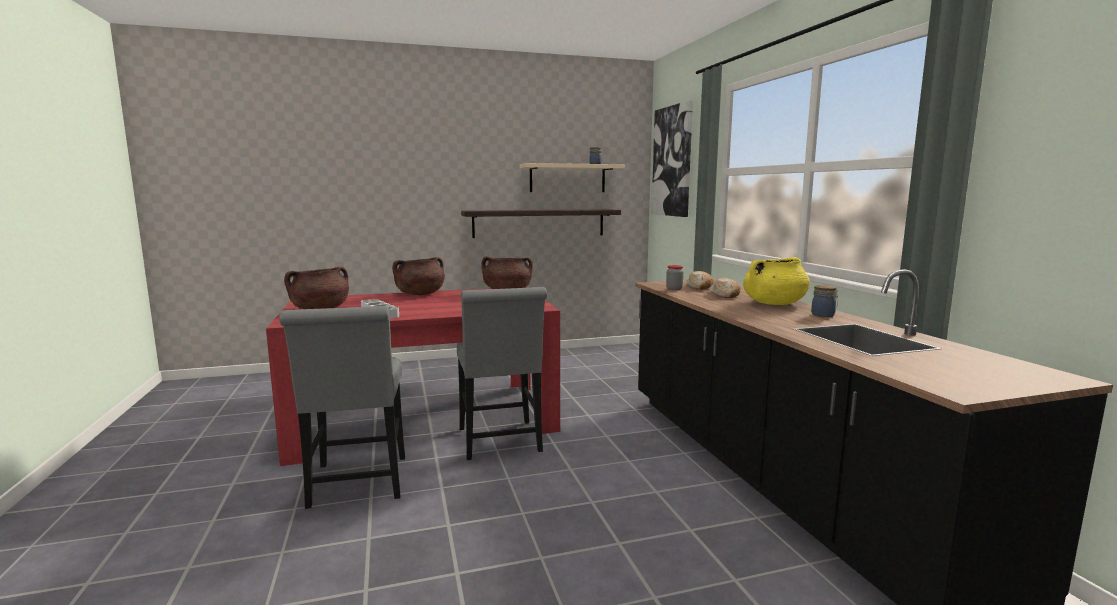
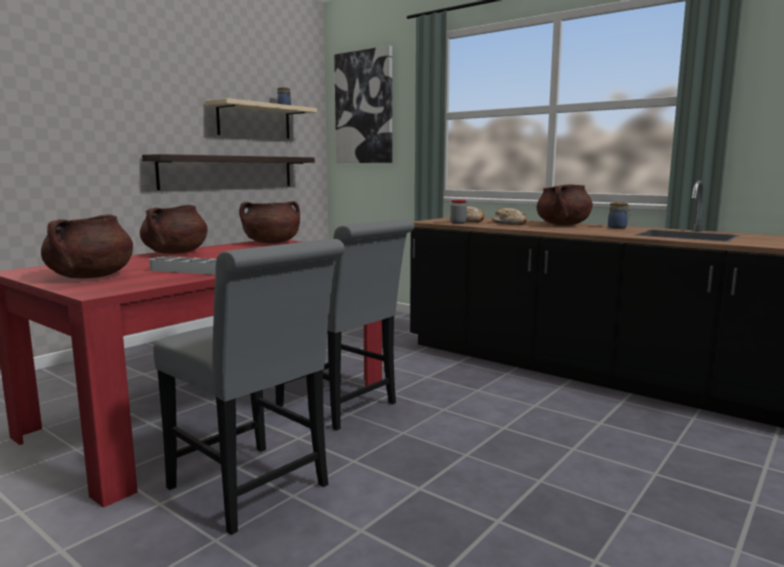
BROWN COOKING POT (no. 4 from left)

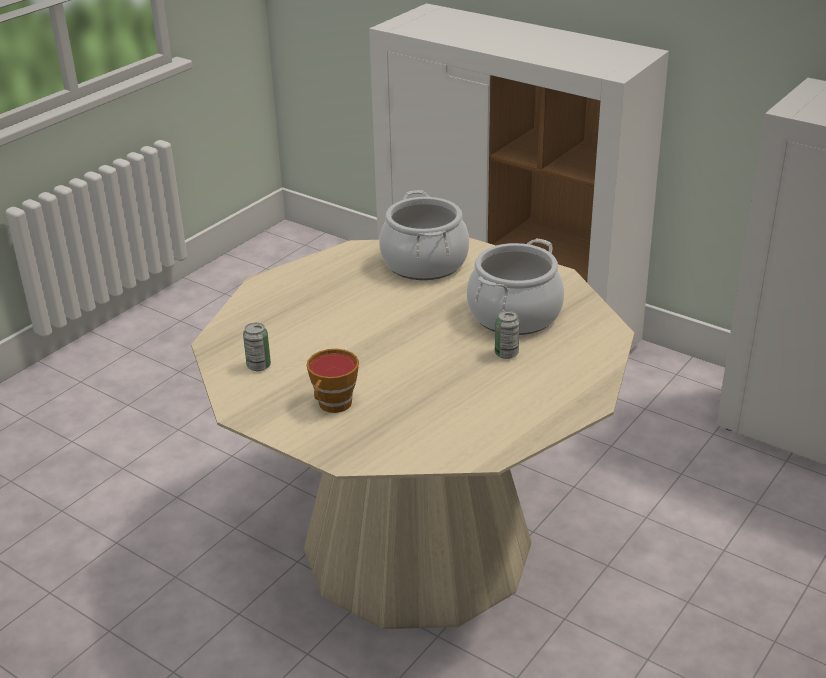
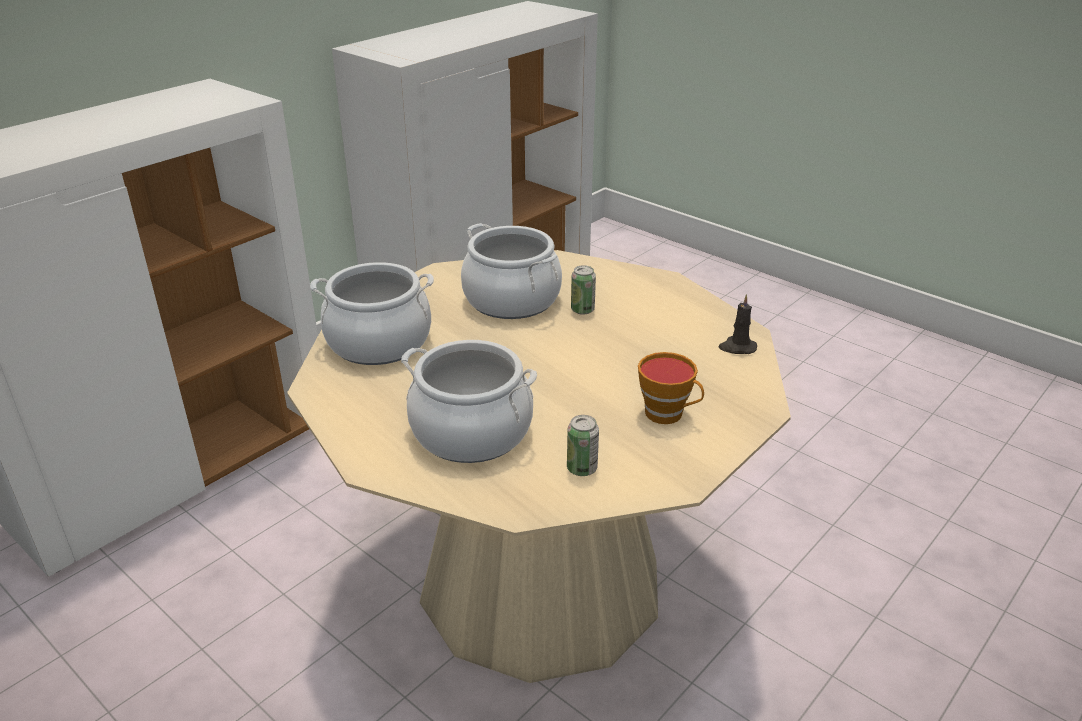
BLACK CANDLE
COOKING POT (no. 2 from left)

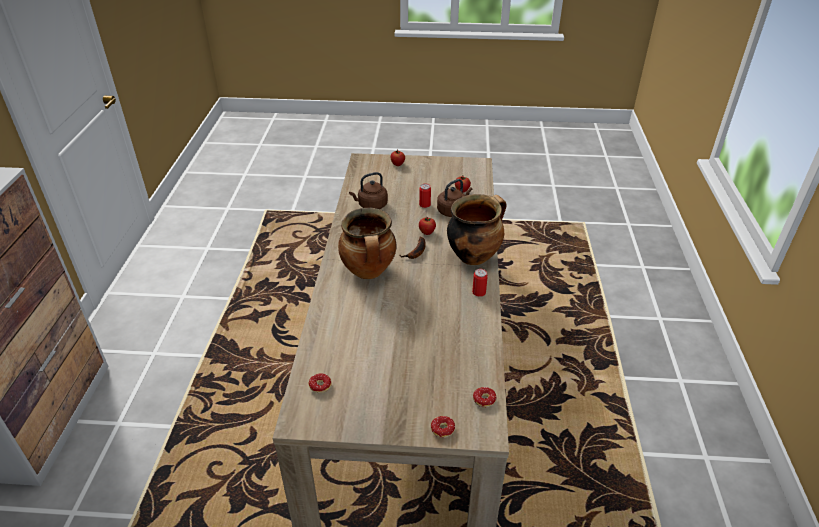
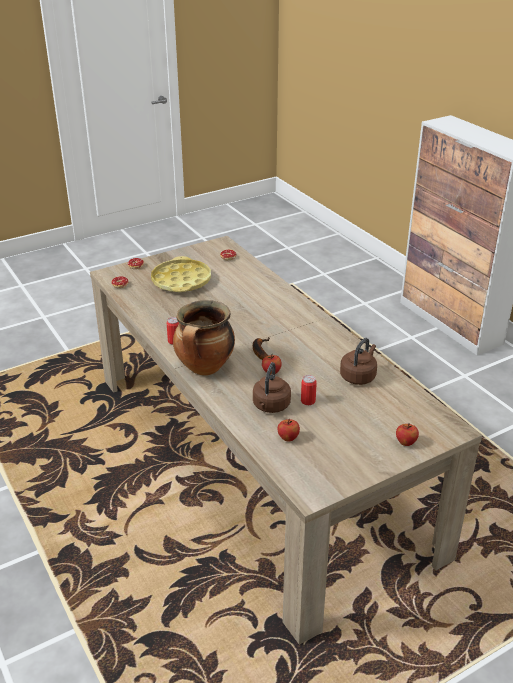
COOKING POT (no. 1 from left in the first image)
YELLOW TRAY

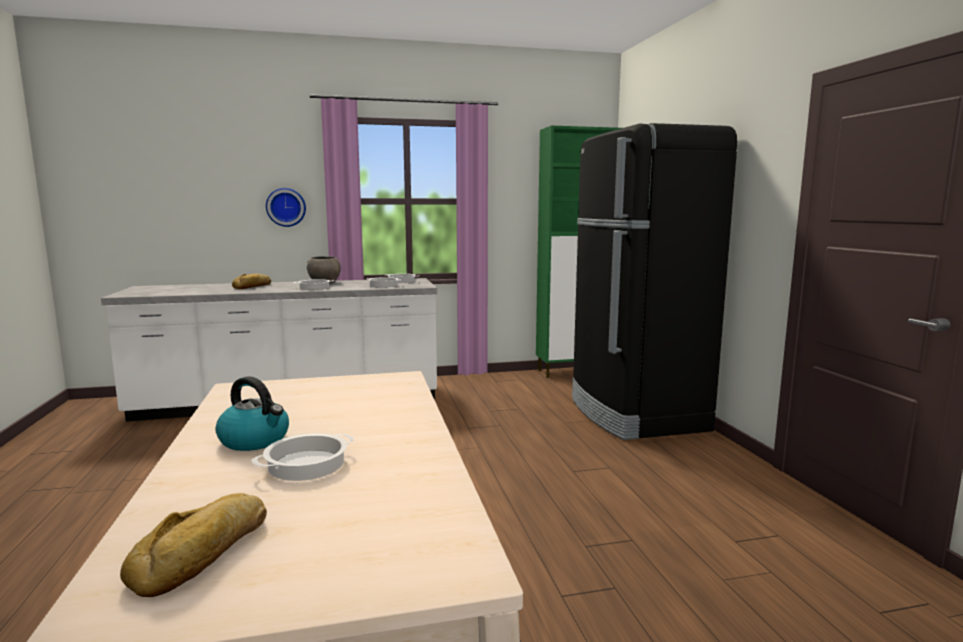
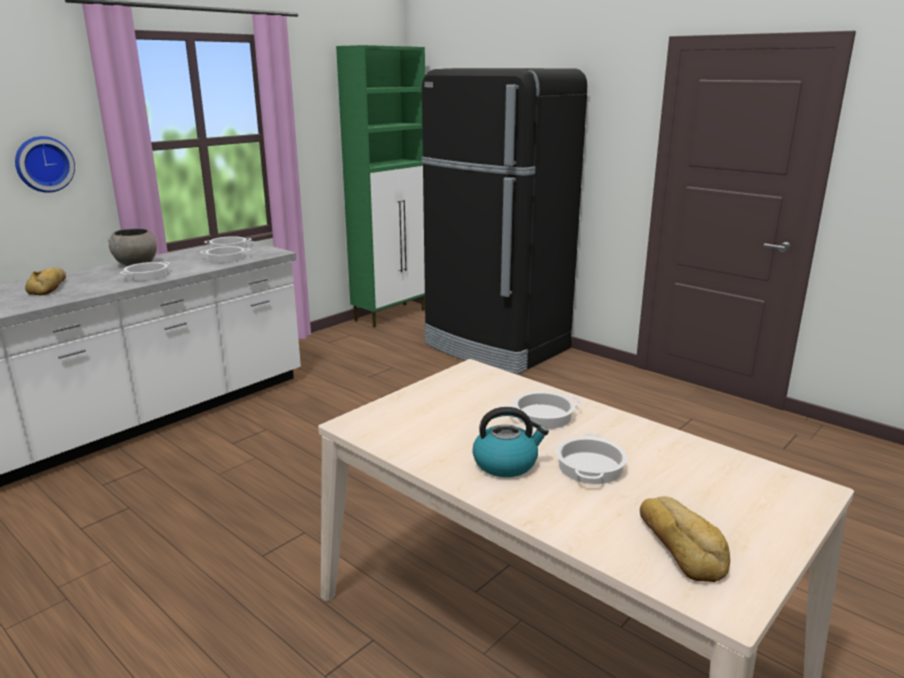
COOKING POT (no. 4 from left)

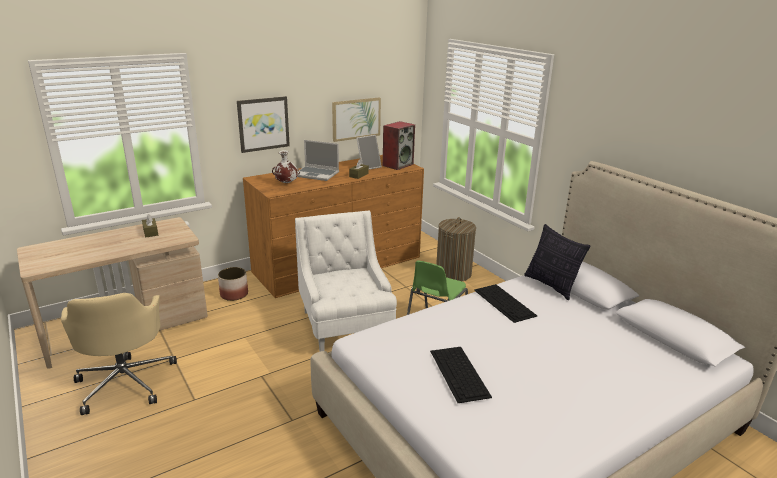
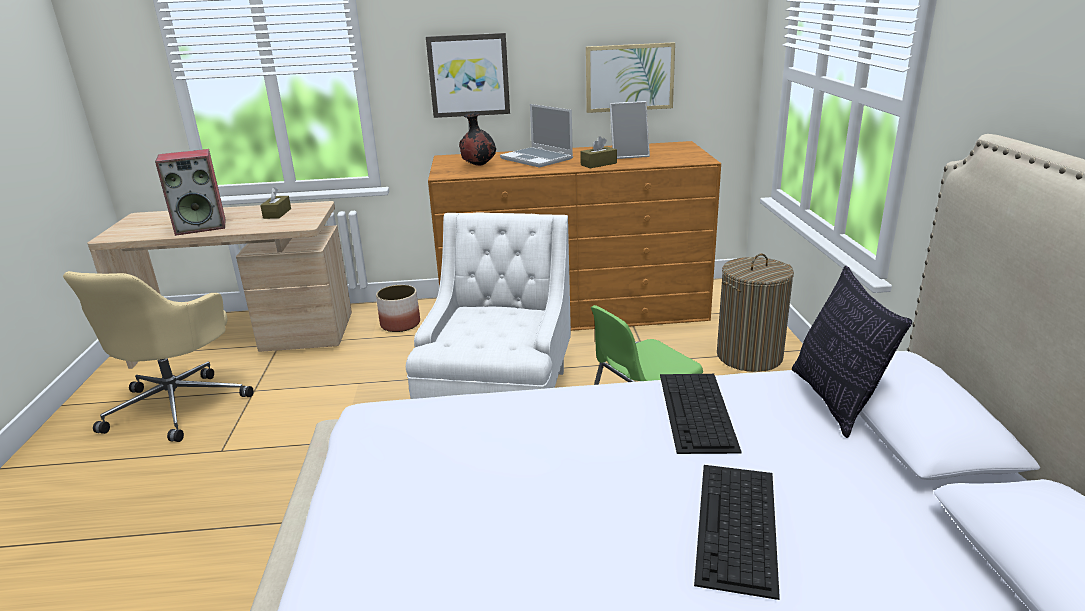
SPEAKER
BLACK VASE
KEYBOARD (no. 2 from left)

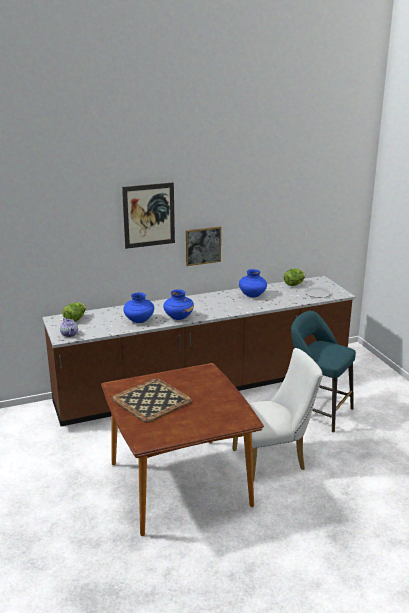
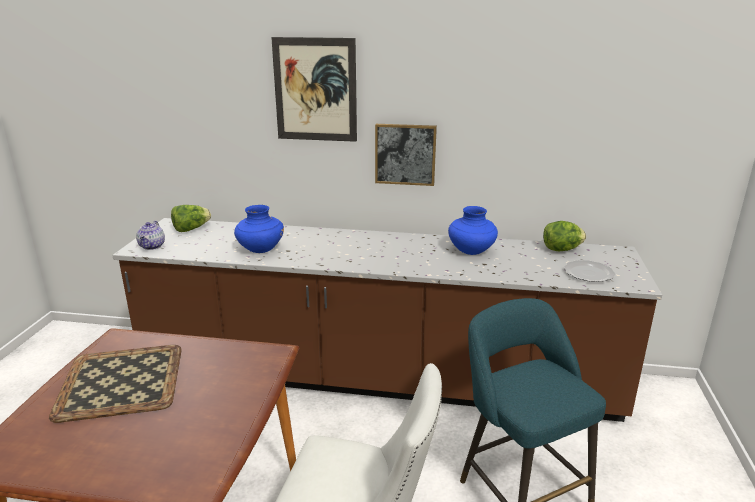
BLUE VASE (no. 2 from left in the first image)

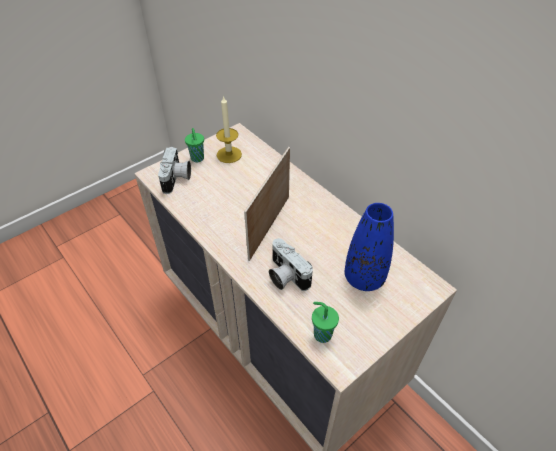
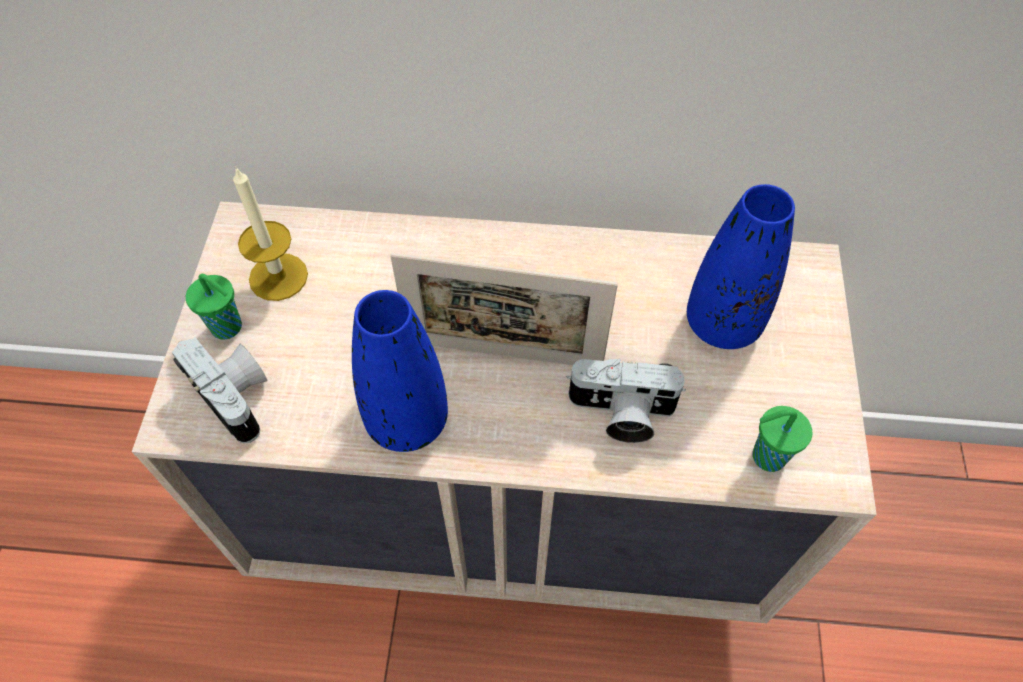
PICTURE FRAME
BLUE VASE (no. 1 from left)

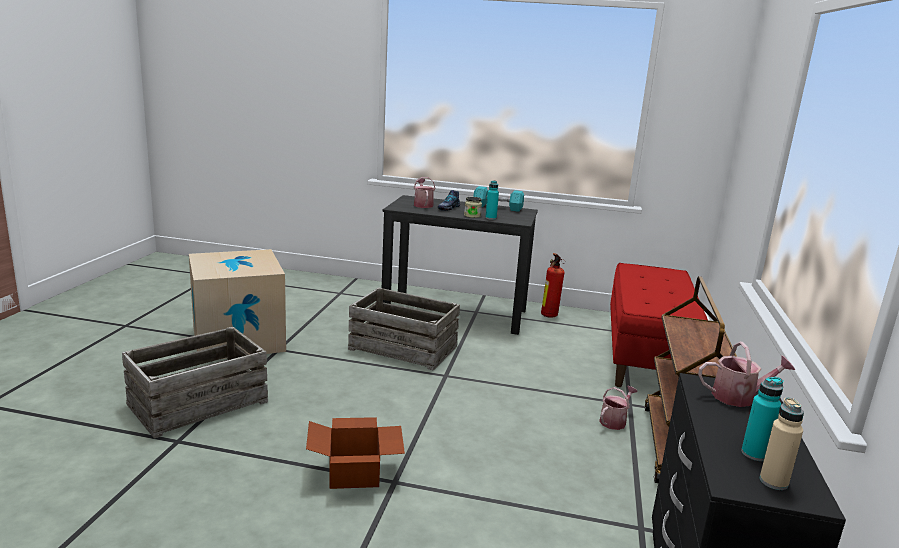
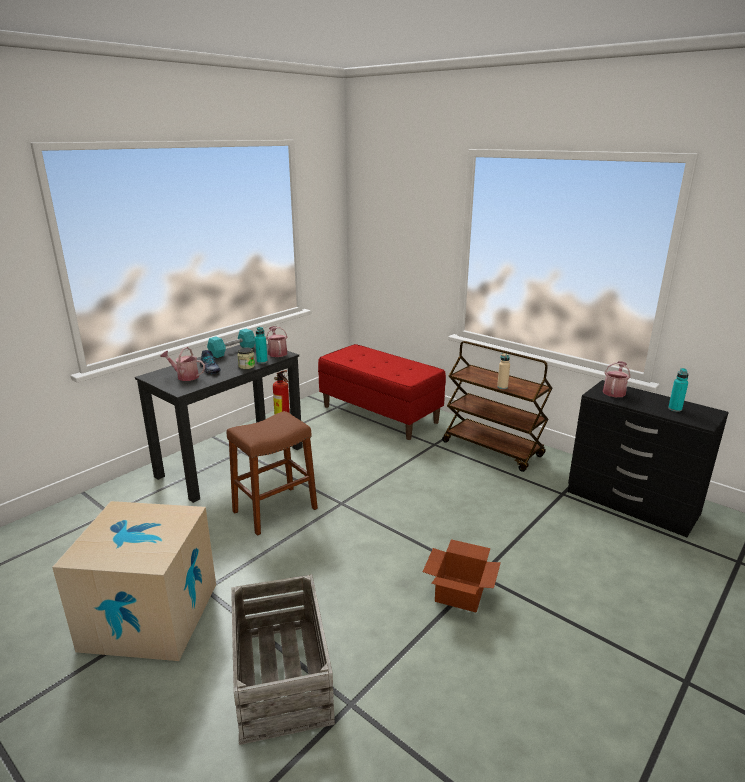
BROWN STOOL
WATERING CAN (no. 2 from left)
BEIGE BOTTLE

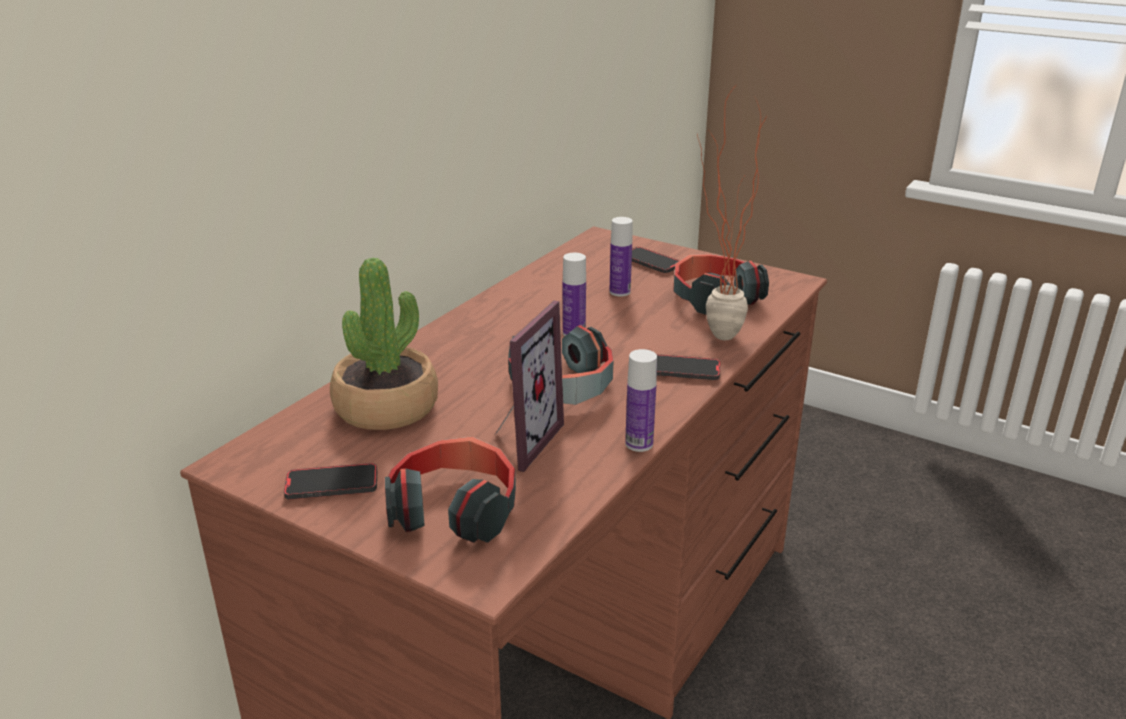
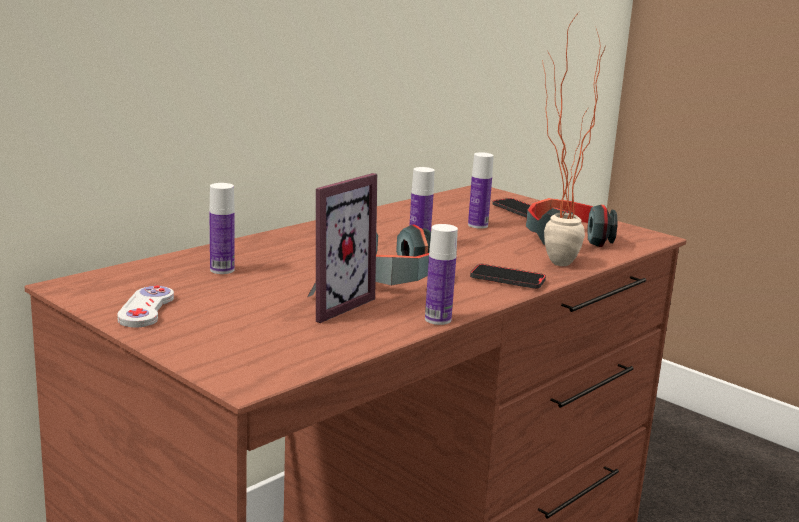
BOTTLE (no. 1 from left)
HEADPHONES (no. 1 from left in the first image)
WHITE GAME CONTROLLER

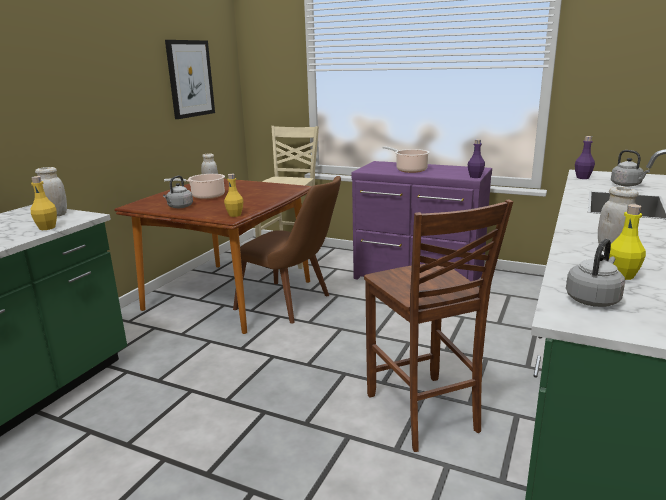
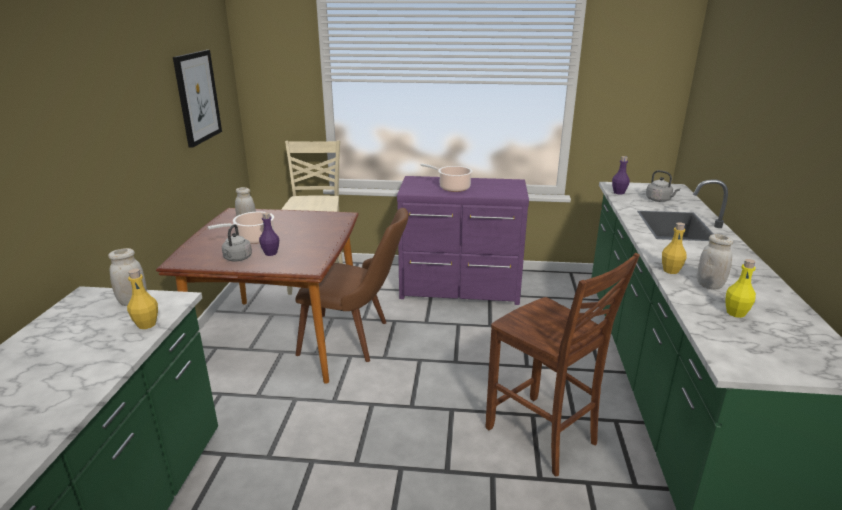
PURPLE BOTTLE (no. 1 from left)
YELLOW BOTTLE (no. 2 from left)
GREY KETTLE (no. 2 from left in the first image)

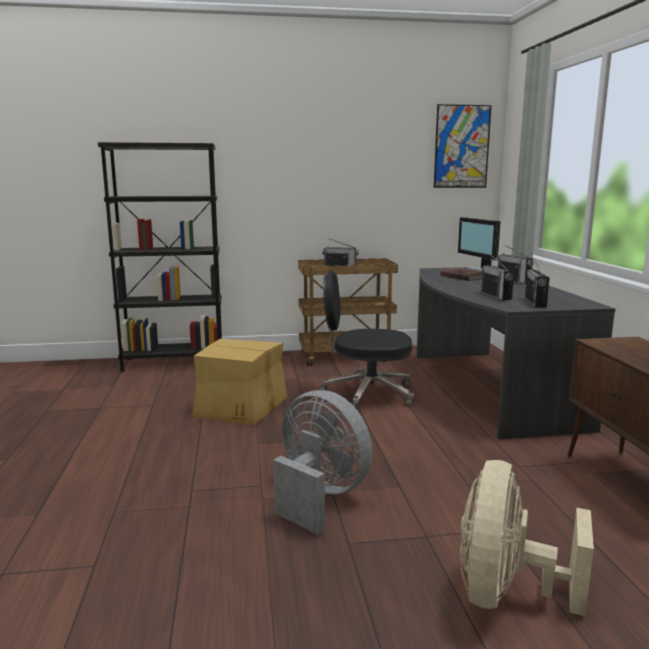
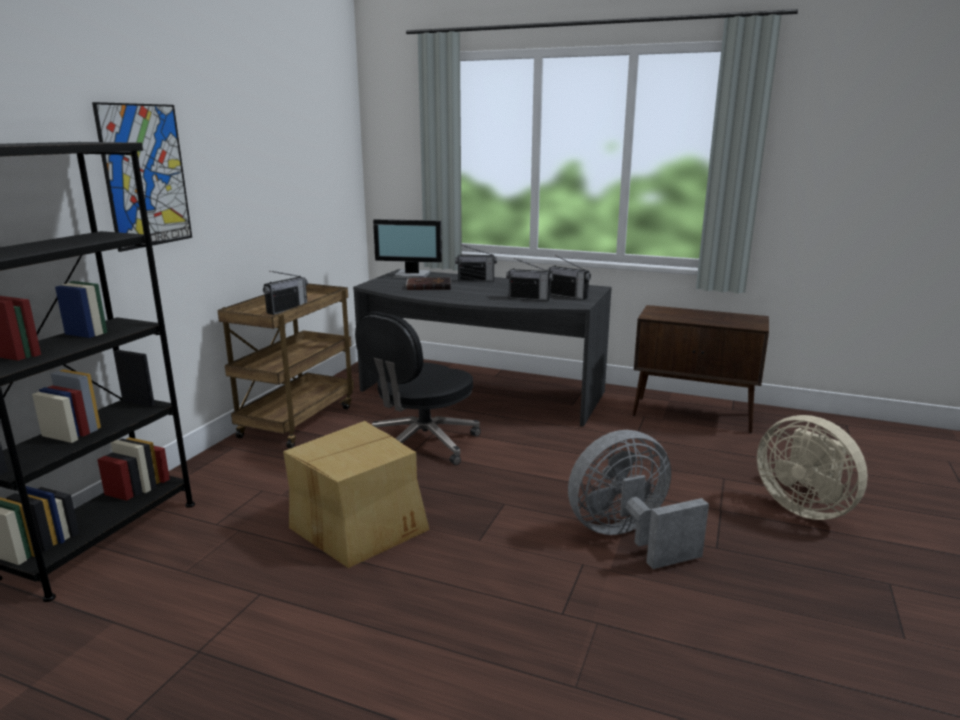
PICTURE

